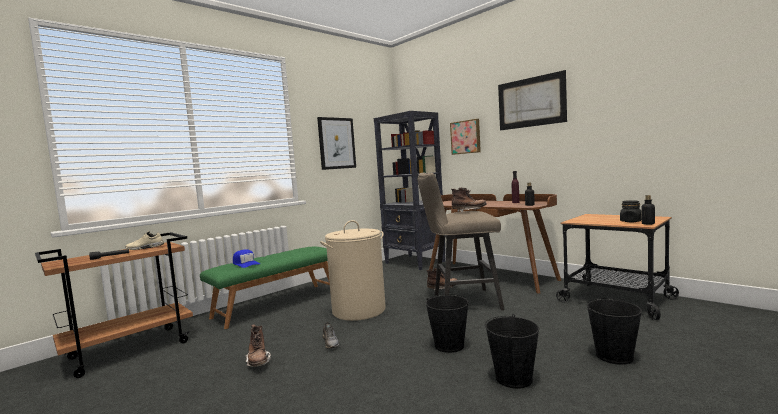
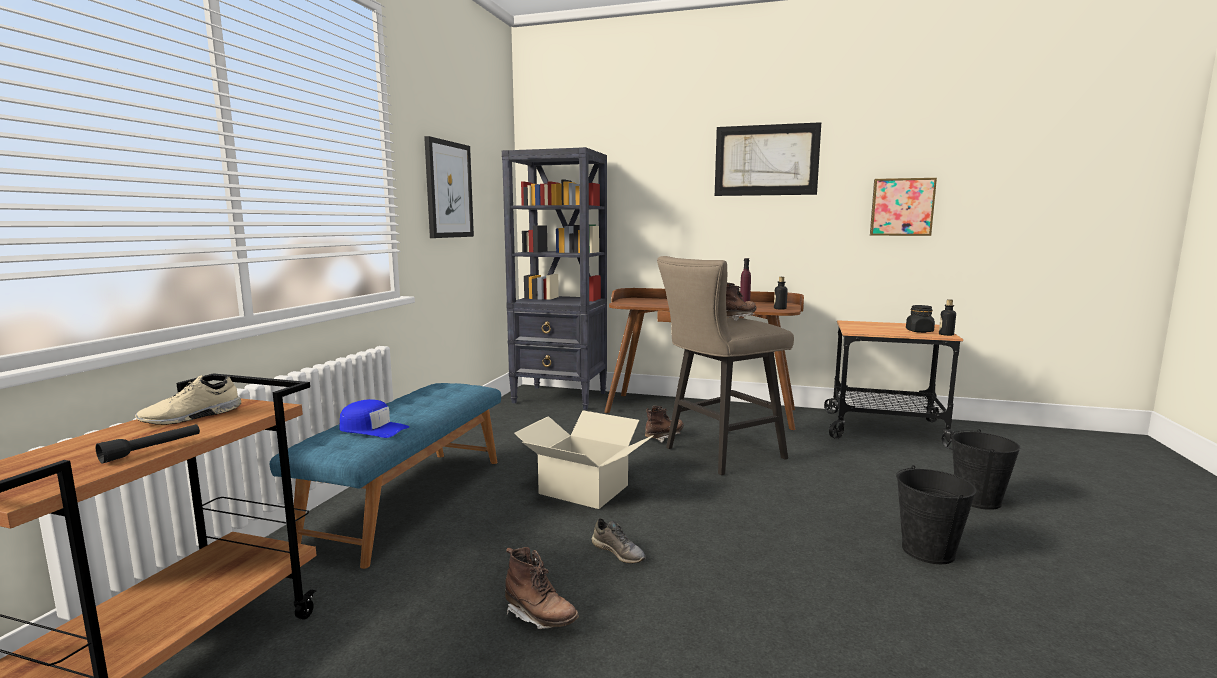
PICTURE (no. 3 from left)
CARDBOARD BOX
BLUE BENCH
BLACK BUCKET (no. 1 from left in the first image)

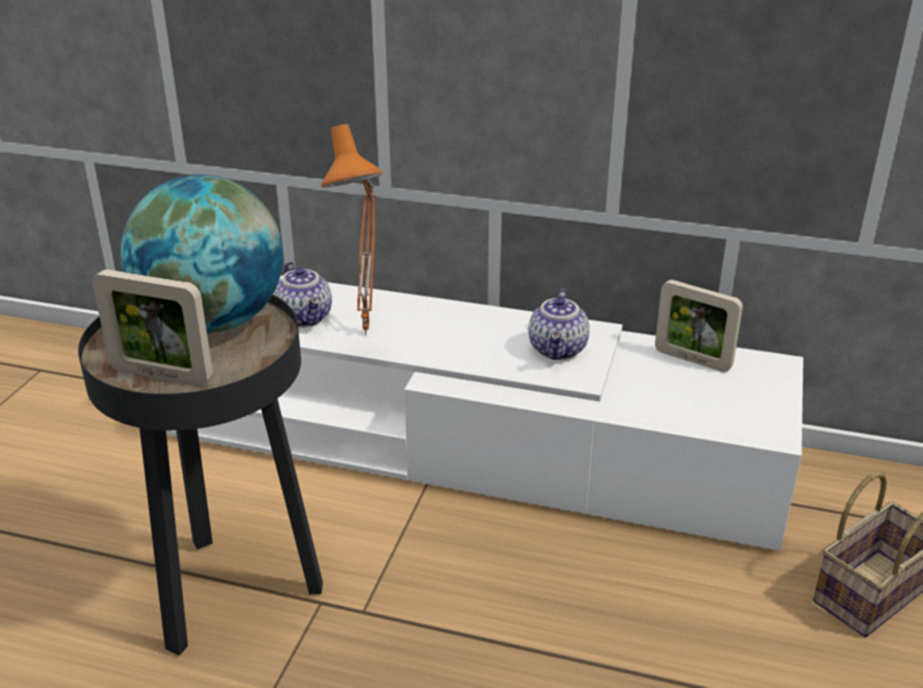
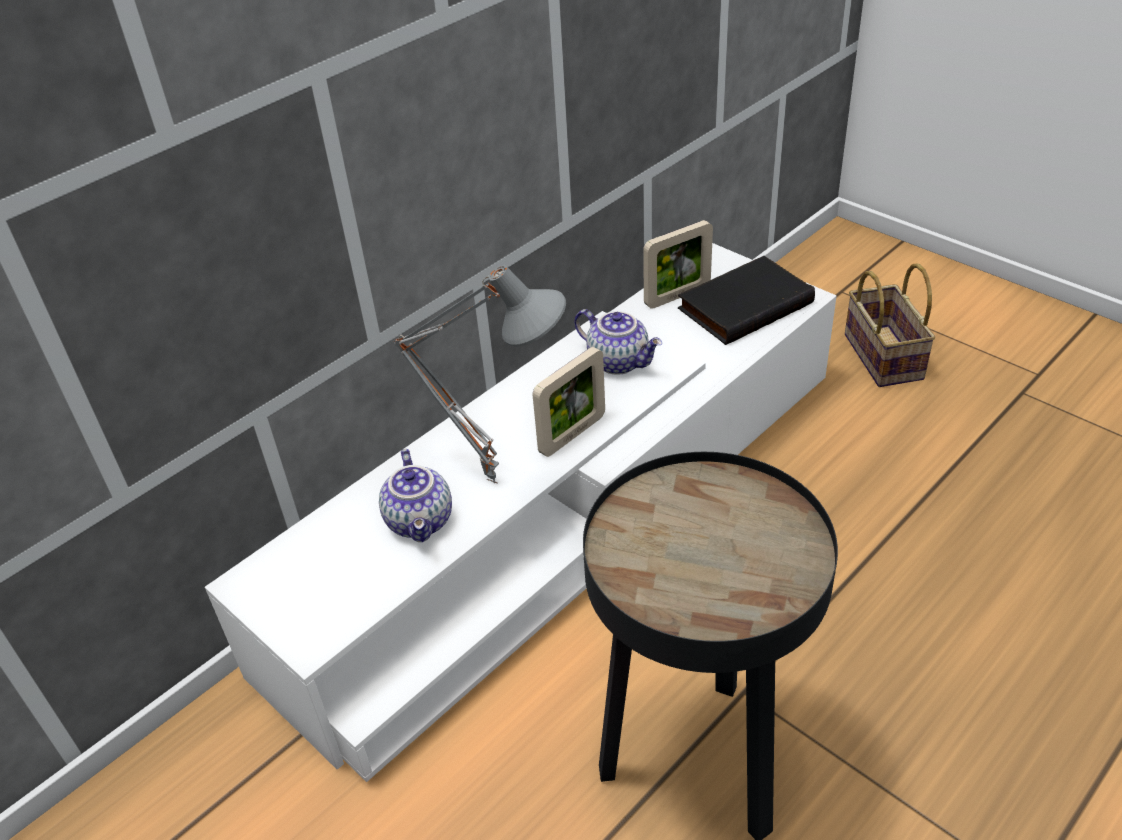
GREY TABLE LAMP
GLOBE
TEAPOT (no. 1 from left)
PICTURE FRAME (no. 1 from left)
BLACK BOOK

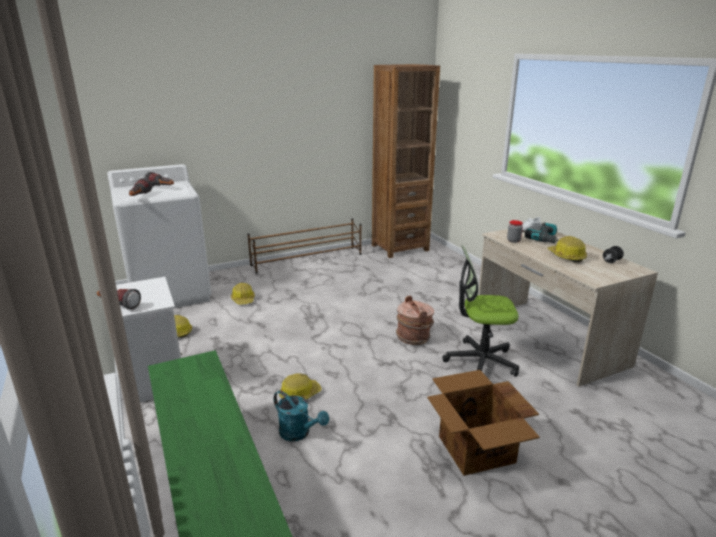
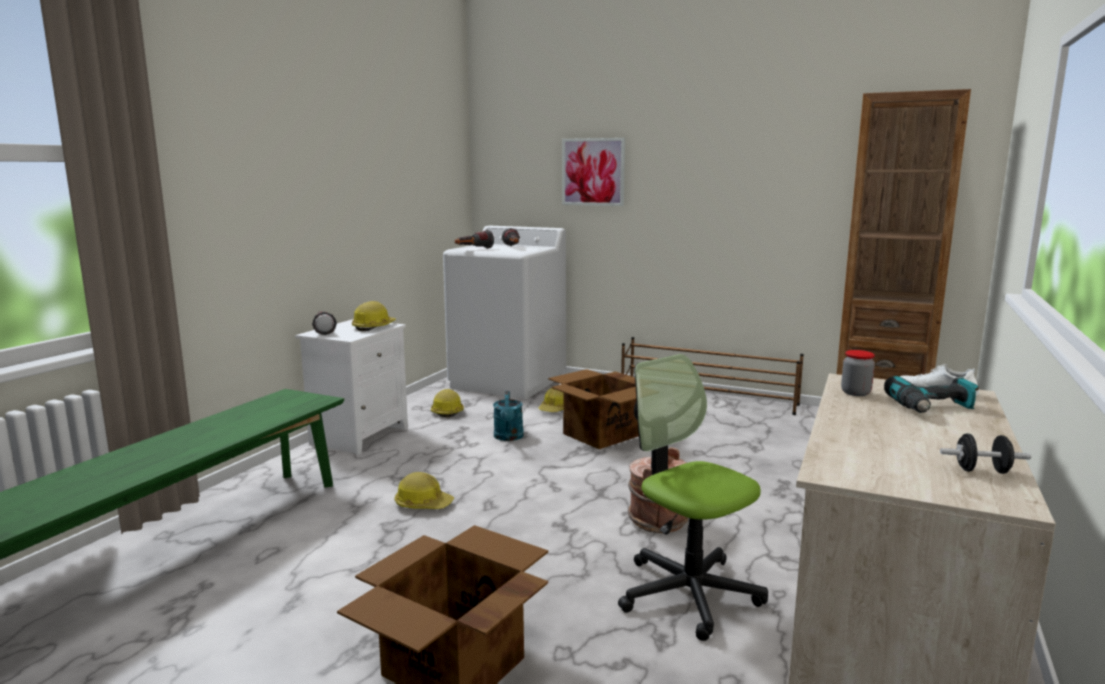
HARD HAT (no. 1 from left)
TURQUOISE WATERING CAN
PICTURE
CARDBOARD BOX (no. 2 from left)

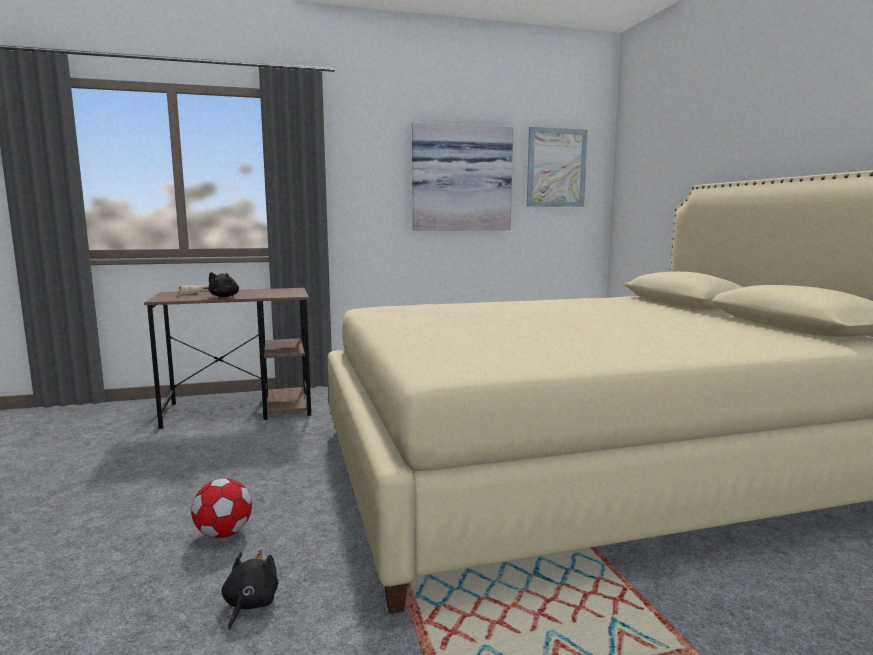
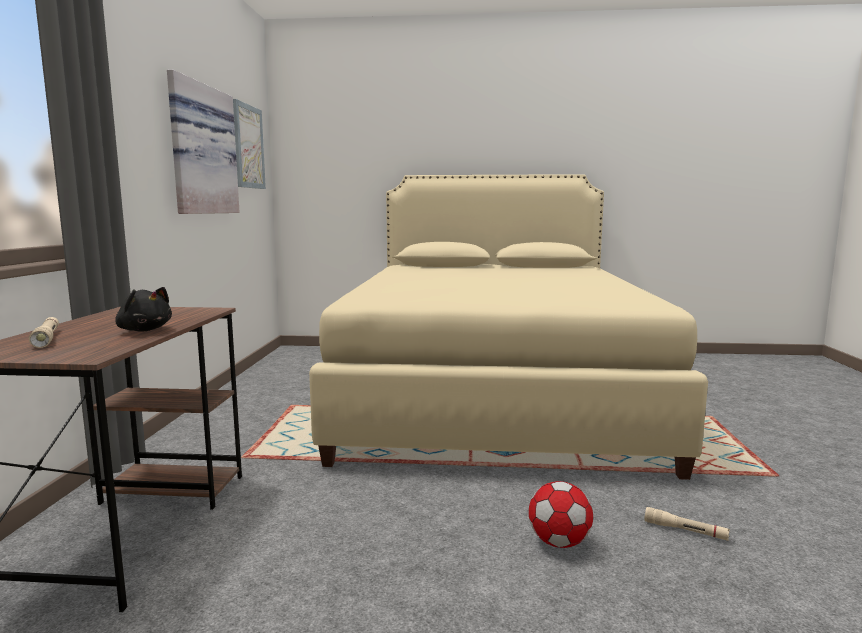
BEIGE FLASHLIGHT (no. 2 from left)

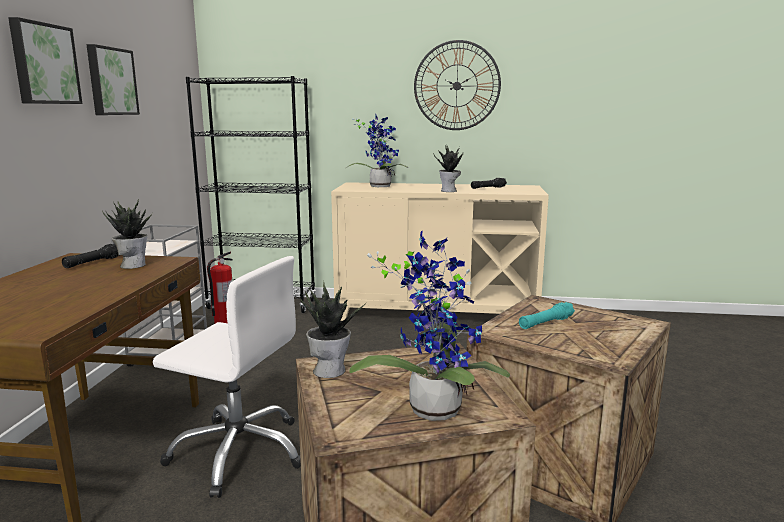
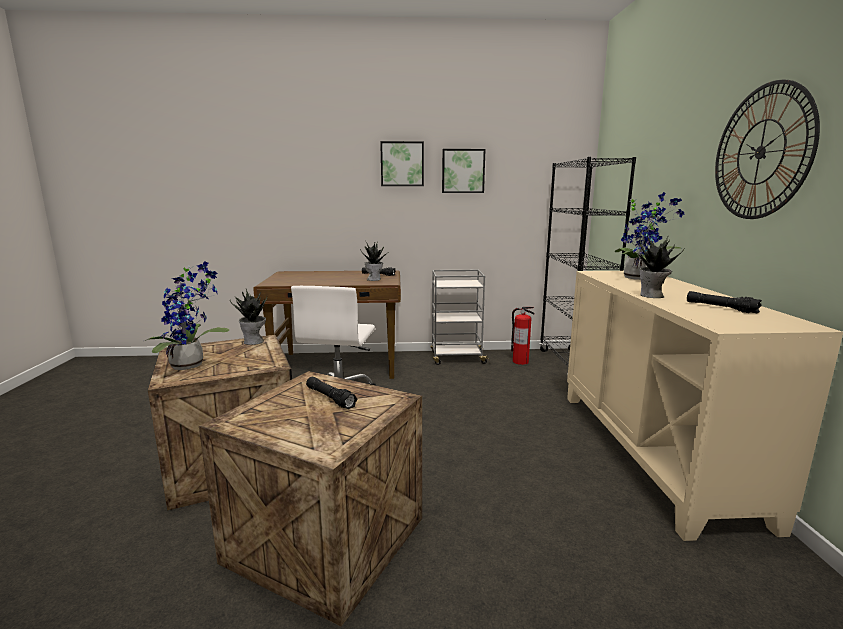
BLACK FLASHLIGHT (no. 1 from left)

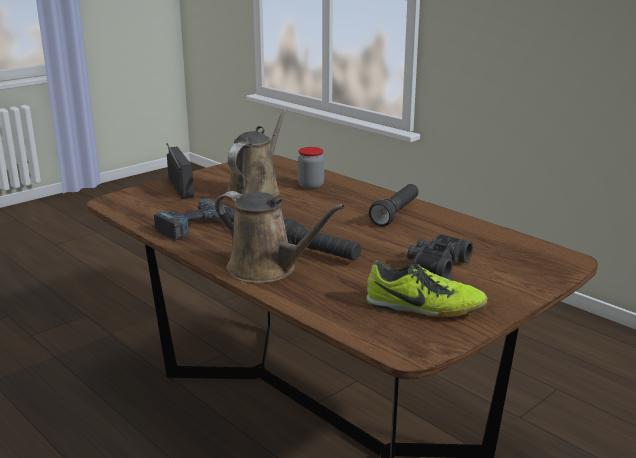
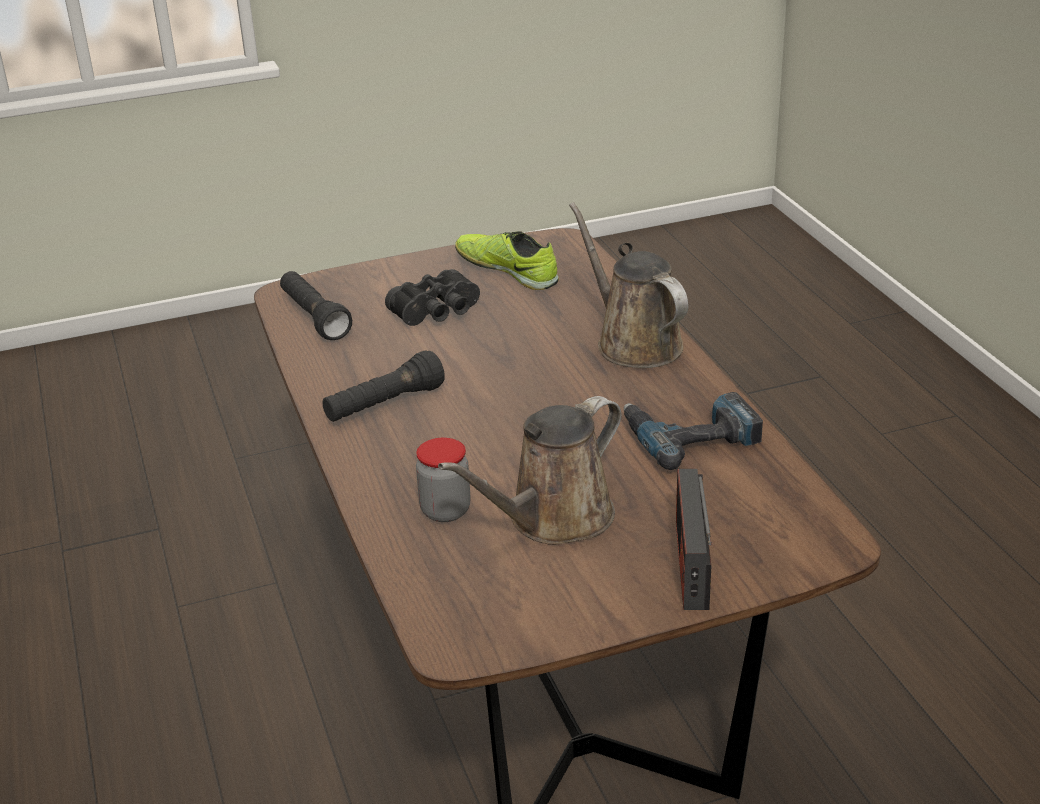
BLACK FLASHLIGHT (no. 1 from left)

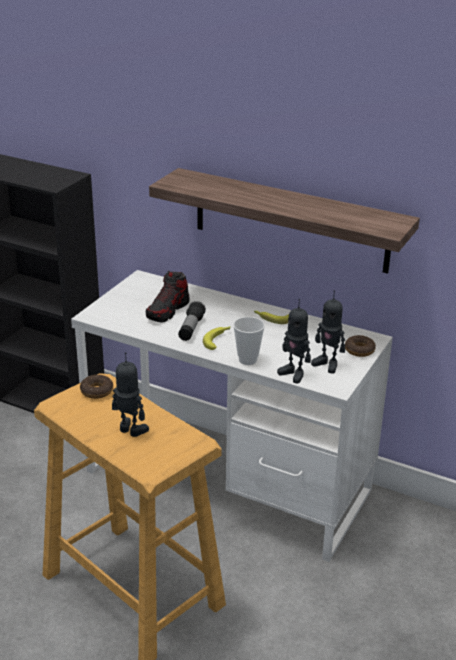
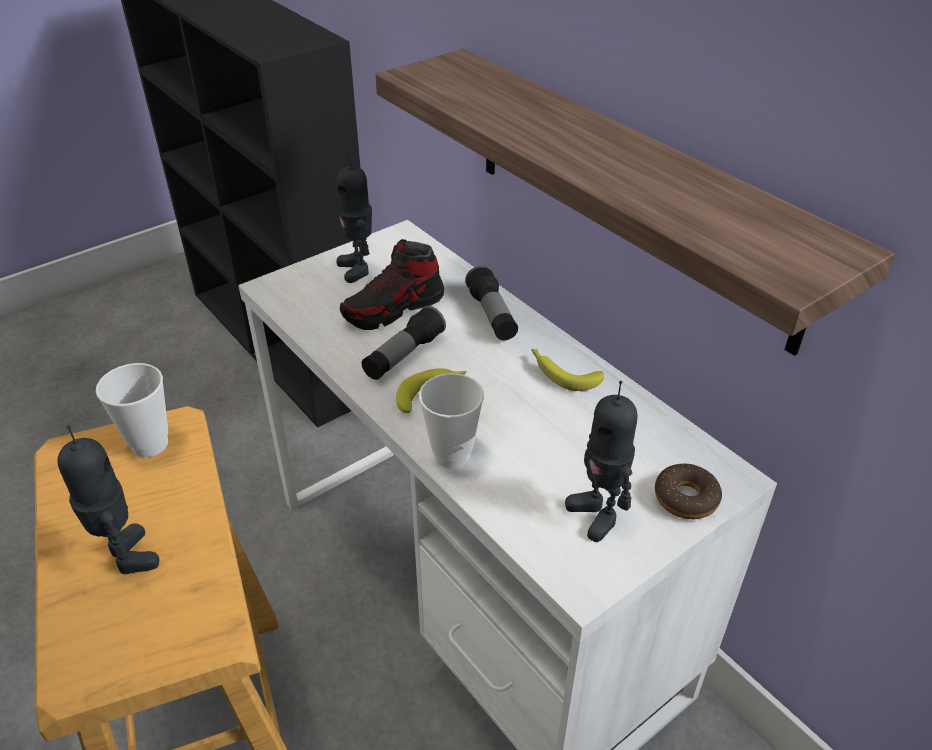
TOY ROBOT (no. 2 from left)
CUP (no. 1 from left)
FLASHLIGHT (no. 2 from left)

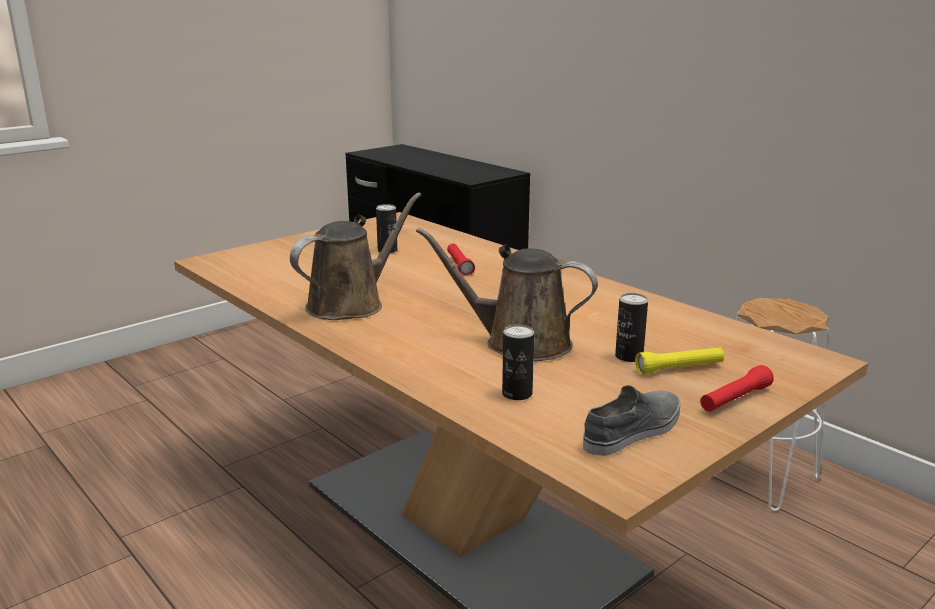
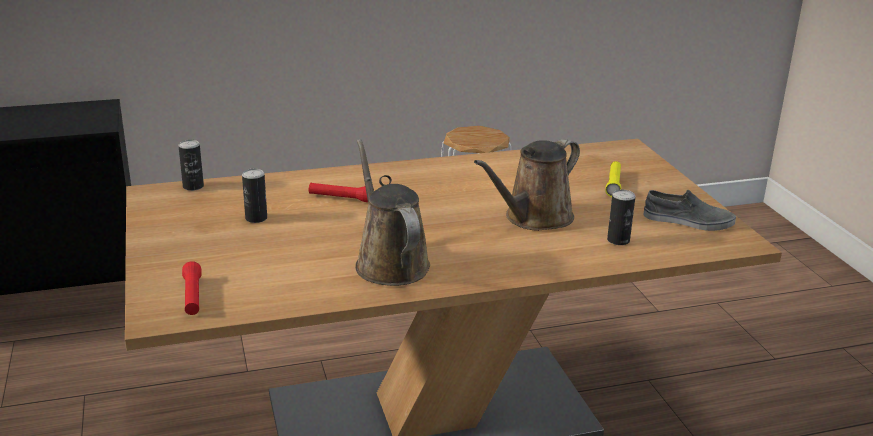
CAN (no. 1 from left)
RED FLASHLIGHT (no. 1 from left)
GREY SHOE

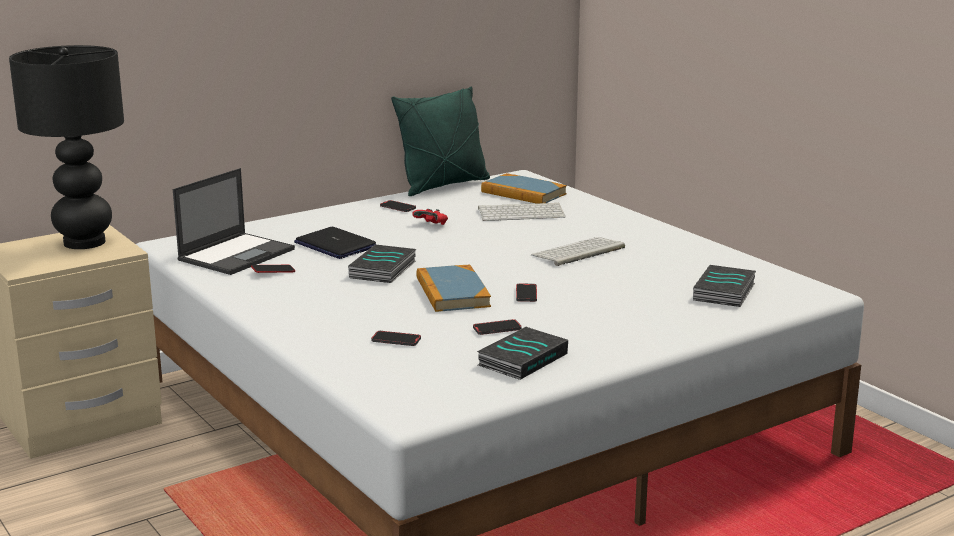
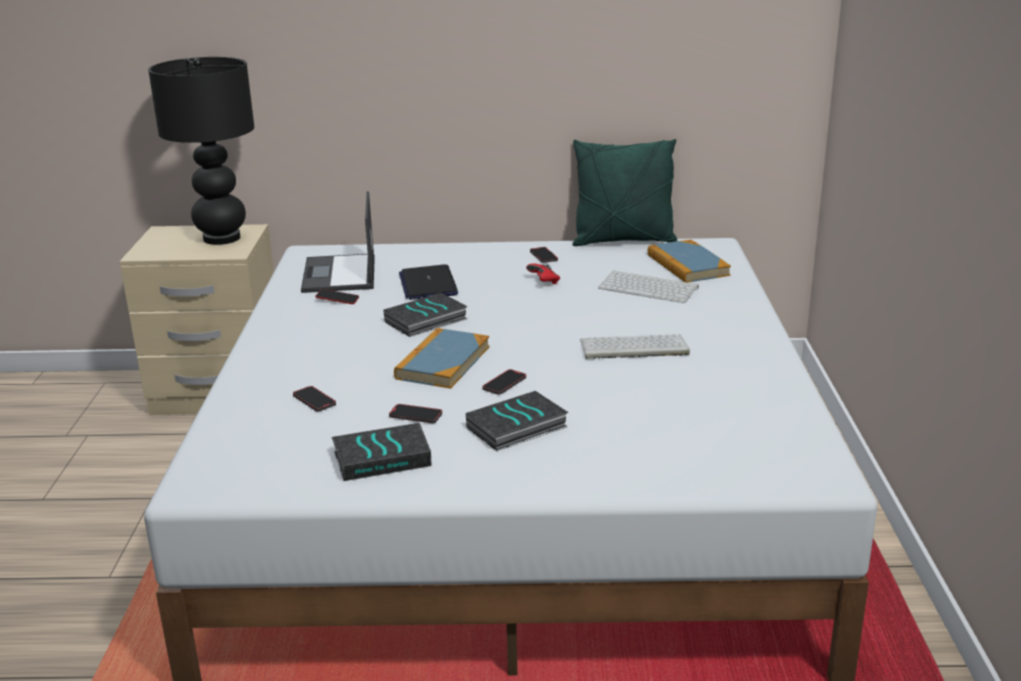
LAPTOP (no. 1 from left)
BOOK (no. 4 from left)

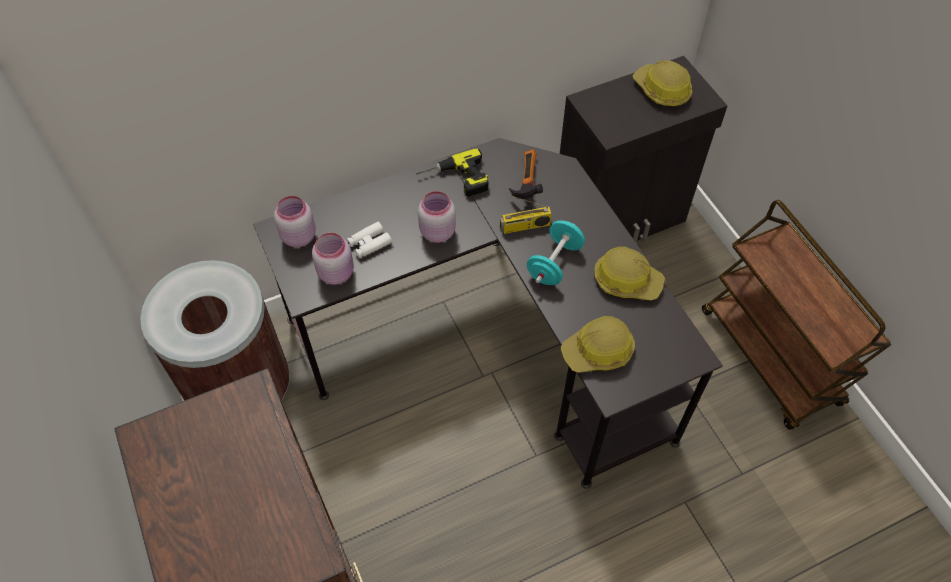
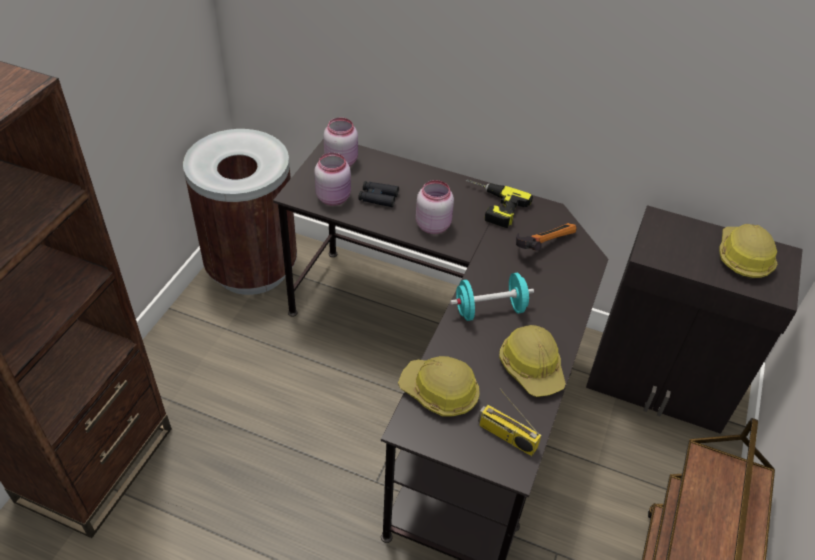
RADIO
BLACK BINOCULARS

